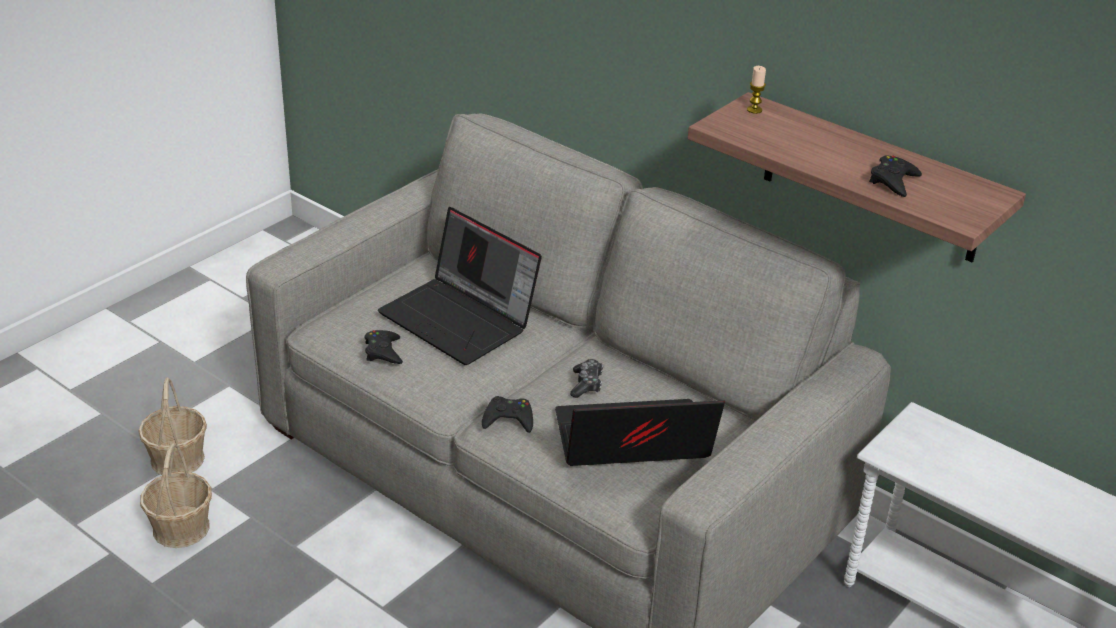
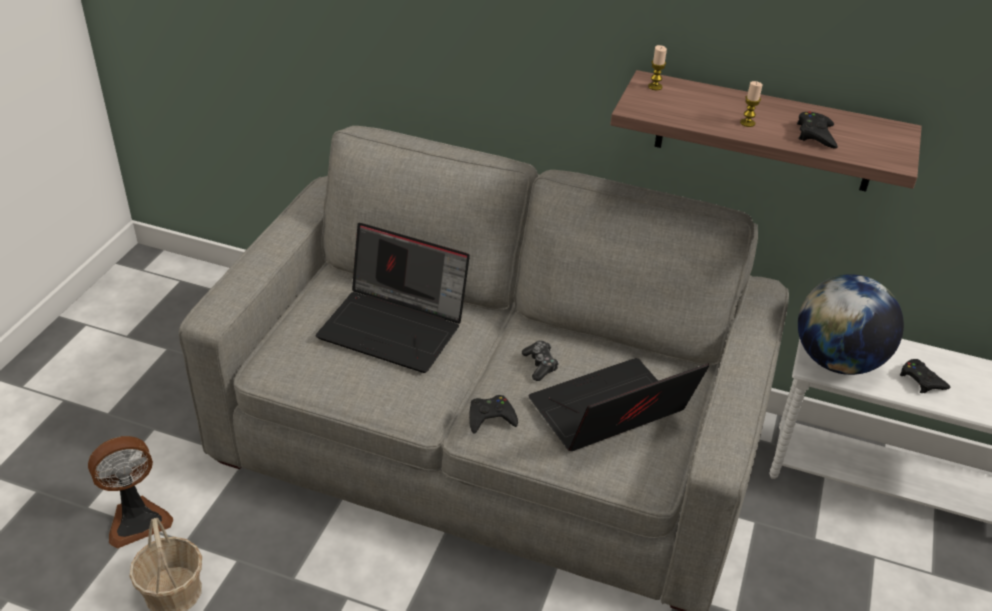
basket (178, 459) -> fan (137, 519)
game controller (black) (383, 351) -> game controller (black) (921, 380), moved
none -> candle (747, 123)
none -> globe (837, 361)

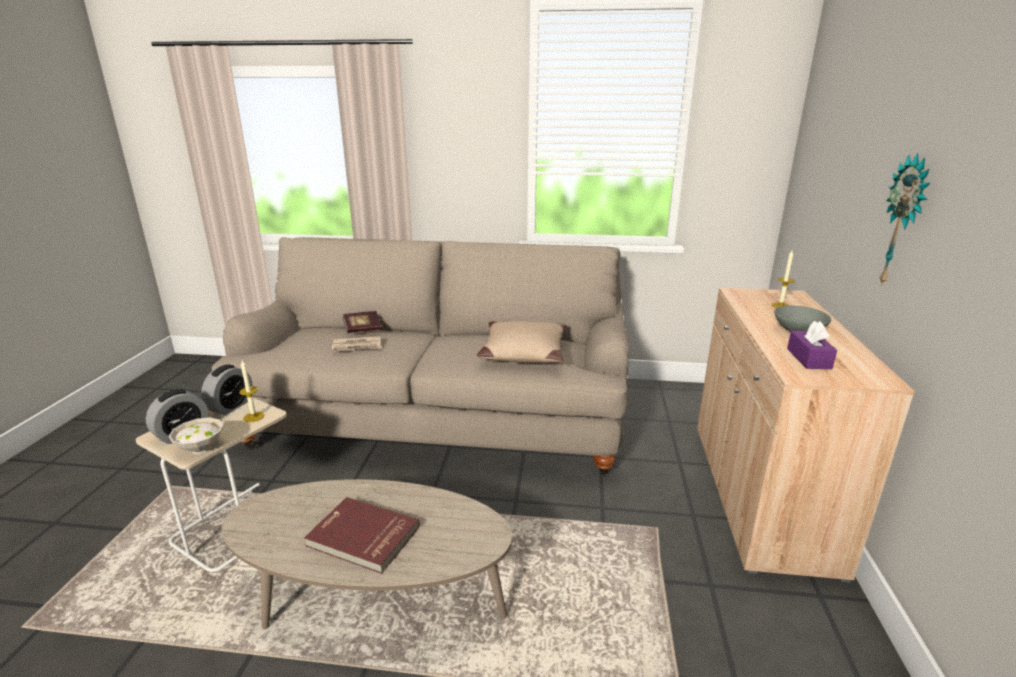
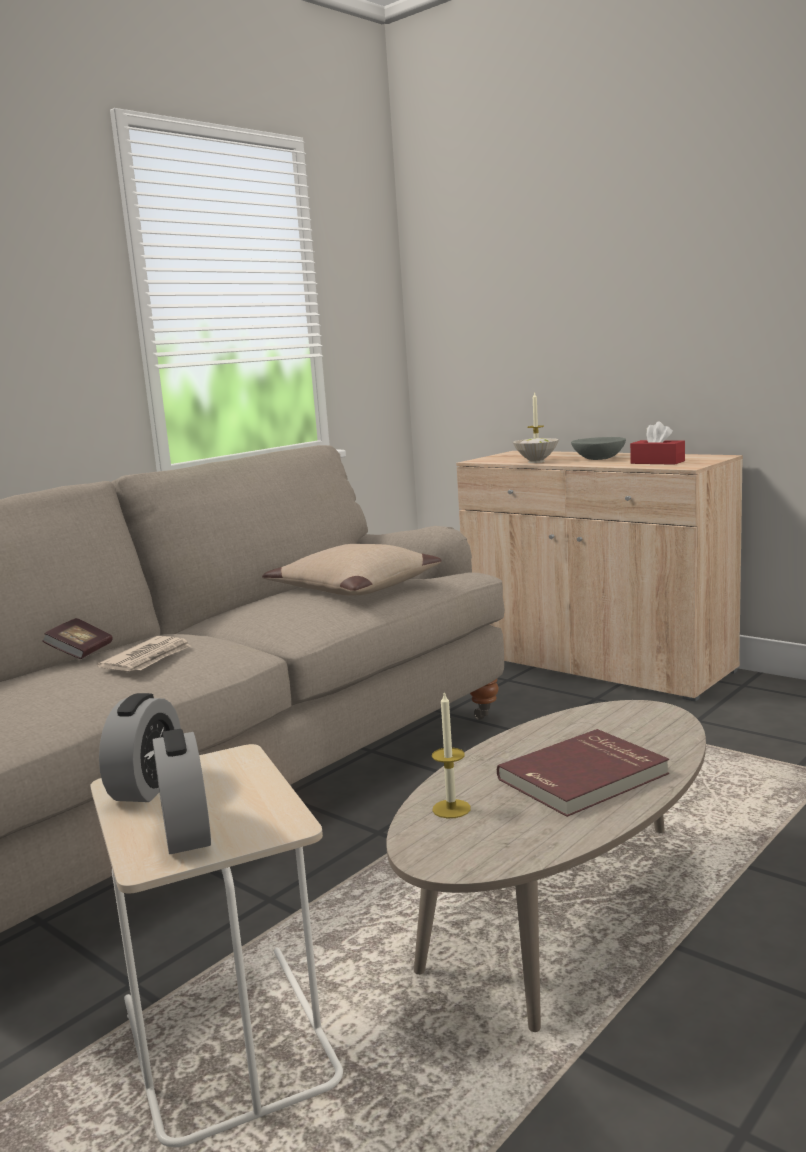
bowl (white) (200, 449) -> bowl (white) (537, 462), moved
alarm clock (231, 406) -> alarm clock (147, 786), 45 degrees clockwise
candle (253, 417) -> candle (451, 809), moved
tissue box (purple) (808, 358) -> tissue box (red) (657, 462)
wall clock (904, 222) -> none

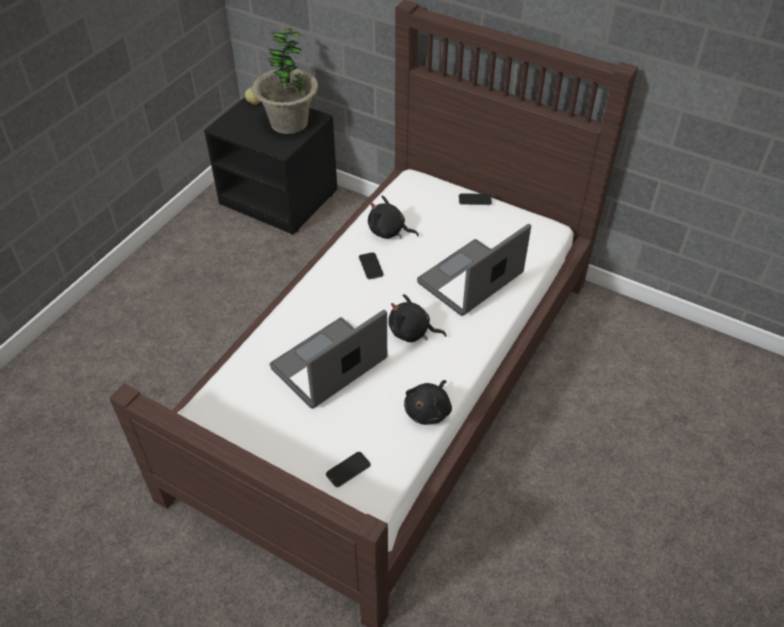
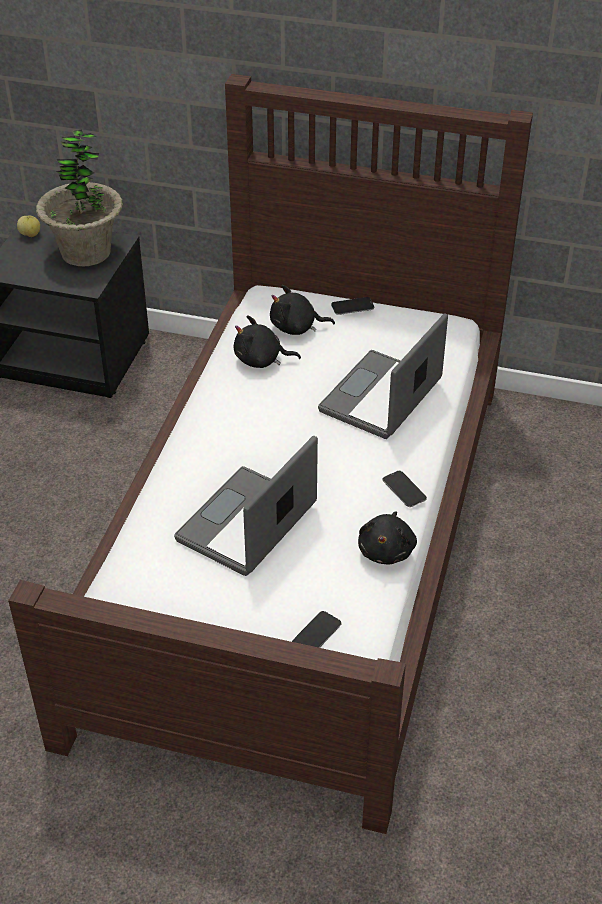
phone (371, 266) -> phone (404, 489), moved
plush toy (black) (412, 332) -> plush toy (black) (296, 327), moved

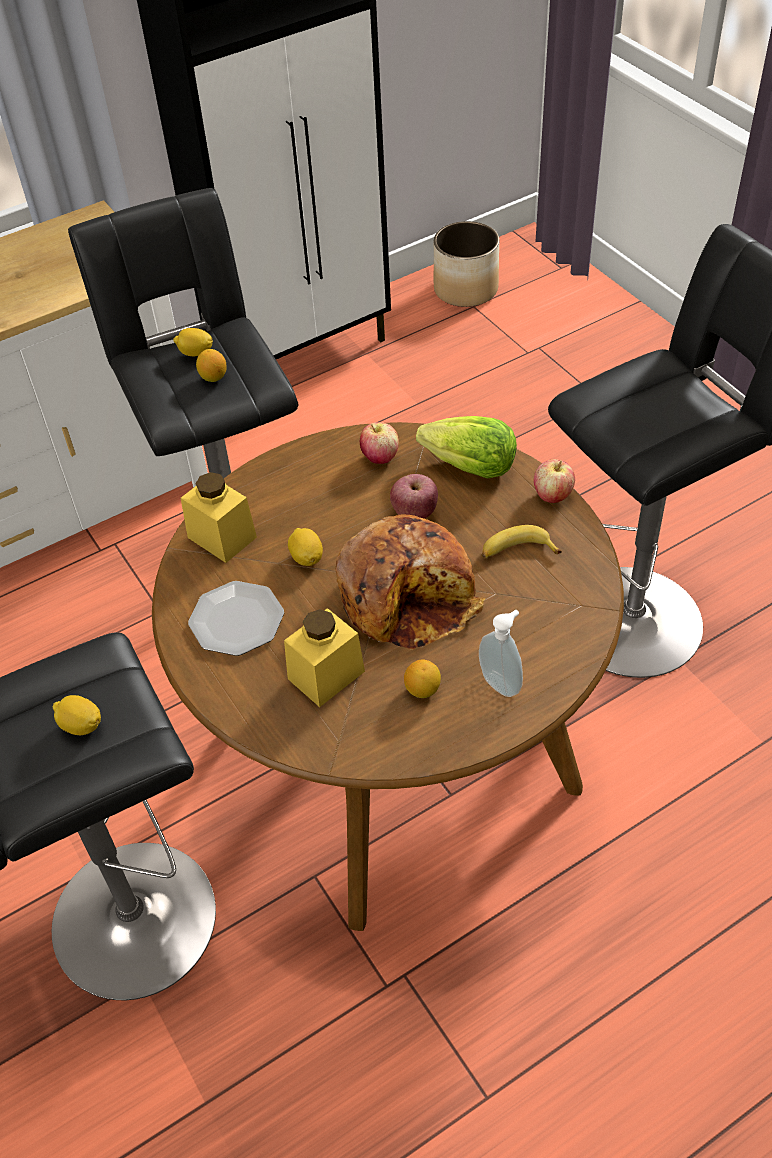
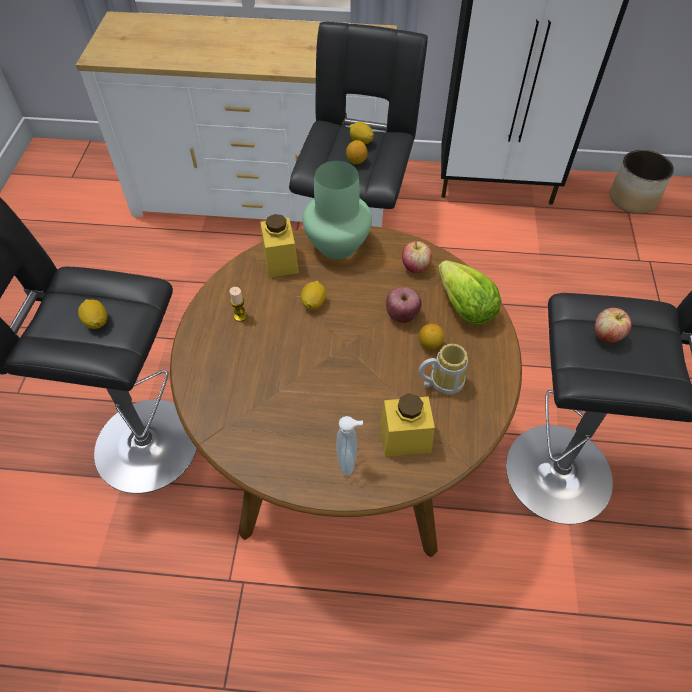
plate (236, 621) -> candle (240, 316)
jar (yellow) (326, 675) -> jar (yellow) (405, 437), moved
bread (408, 596) -> none
lemon (423, 689) -> lemon (430, 344), moved
banana (516, 551) -> mug (441, 381)
apple (552, 495) -> apple (606, 335), moved
none -> vase (green) (336, 244)

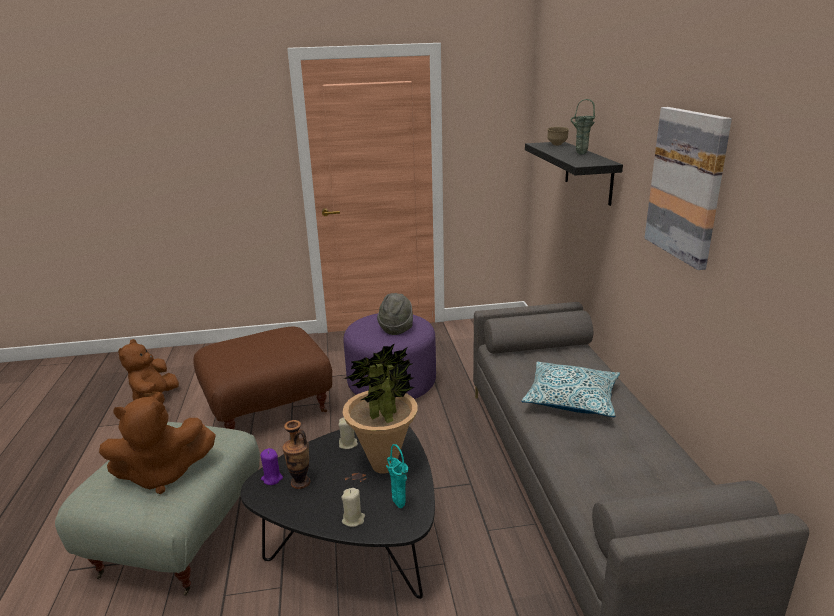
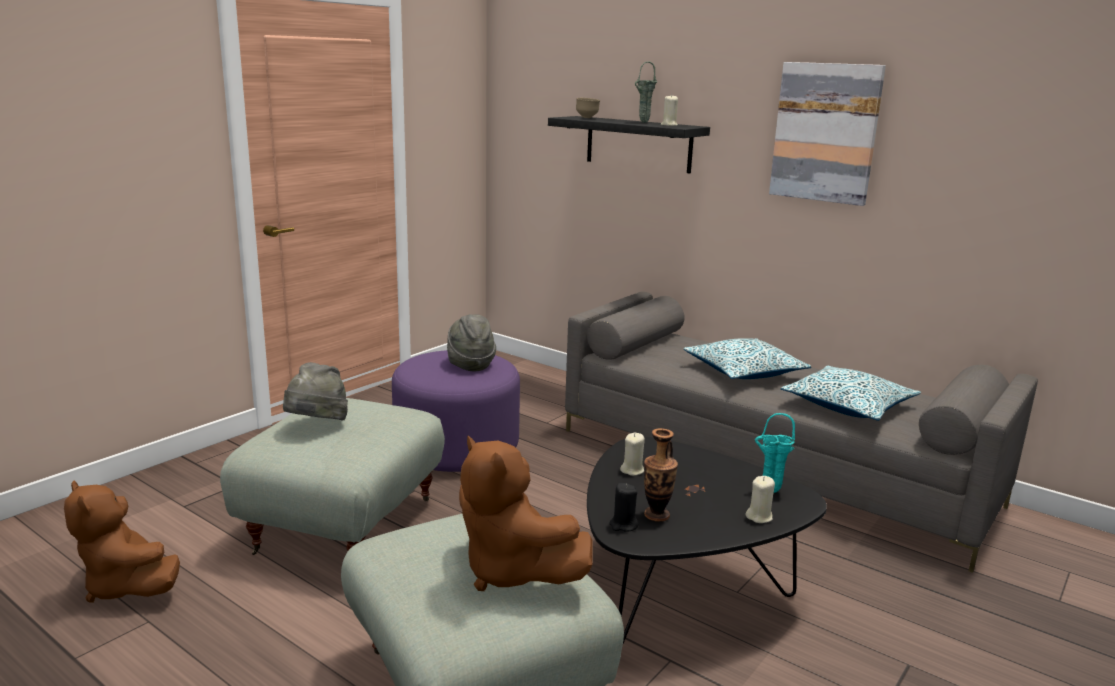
plush toy (brown) (162, 475) -> plush toy (brown) (512, 572), 105 degrees clockwise
ottoman (brown) (268, 408) -> ottoman (grey) (342, 525)
candle (purple) (272, 478) -> candle (black) (623, 525)
potted plant (384, 465) -> none
none -> hat (grey) (317, 426)
none -> candle (beige) (669, 125)
none -> pillow (848, 406)

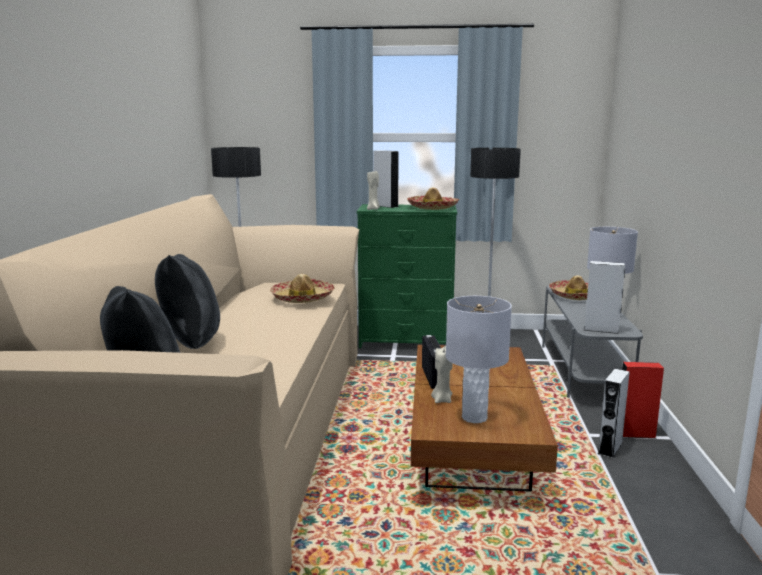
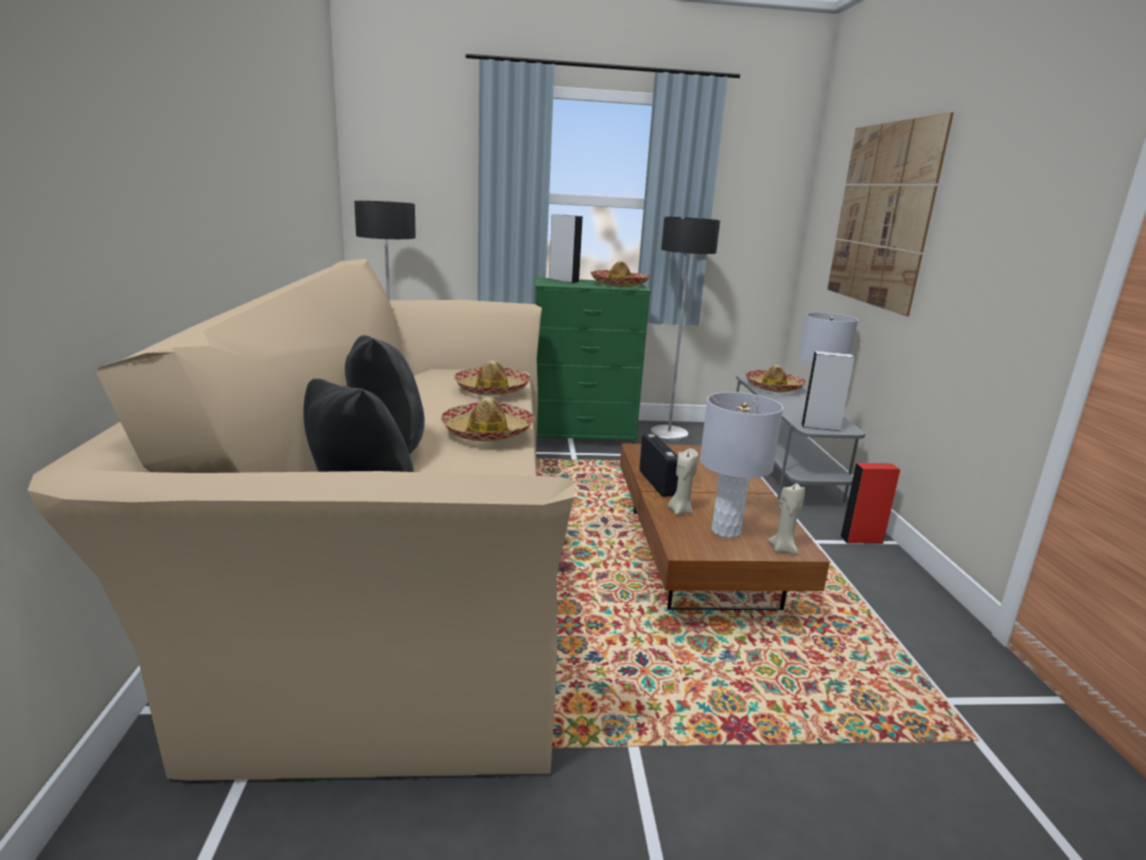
candle (beige) (373, 209) -> candle (beige) (783, 548), moved
speaker (grey) (610, 448) -> none
none -> hat (487, 432)
none -> picture (882, 215)

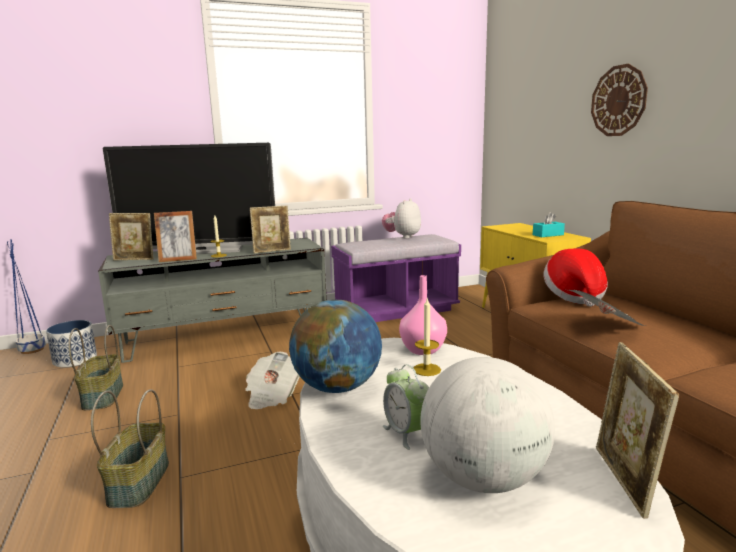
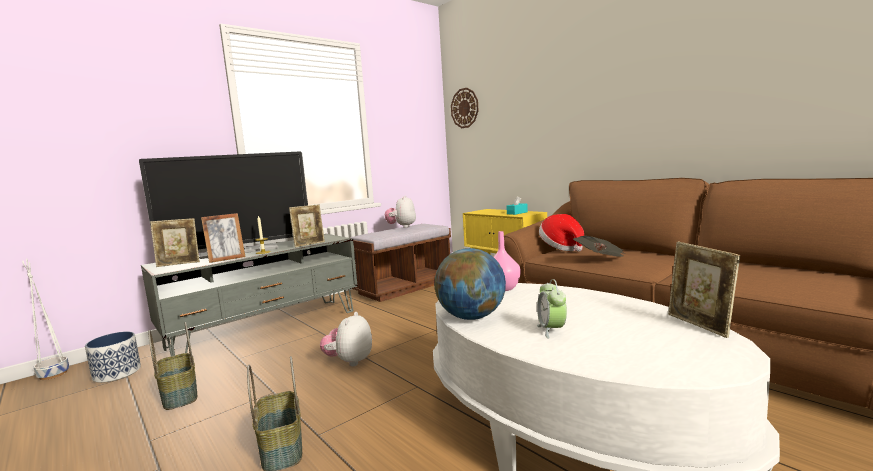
planter (blue) (32, 349) -> planter (white) (53, 374)
newspaper (272, 395) -> plush toy (349, 361)
bench (purple) (396, 310) -> bench (brown) (404, 287)
alarm clock (406, 433) -> alarm clock (551, 330), 45 degrees clockwise
candle (426, 369) -> none
globe (483, 479) -> none
wall clock (618, 101) -> wall clock (464, 108), moved

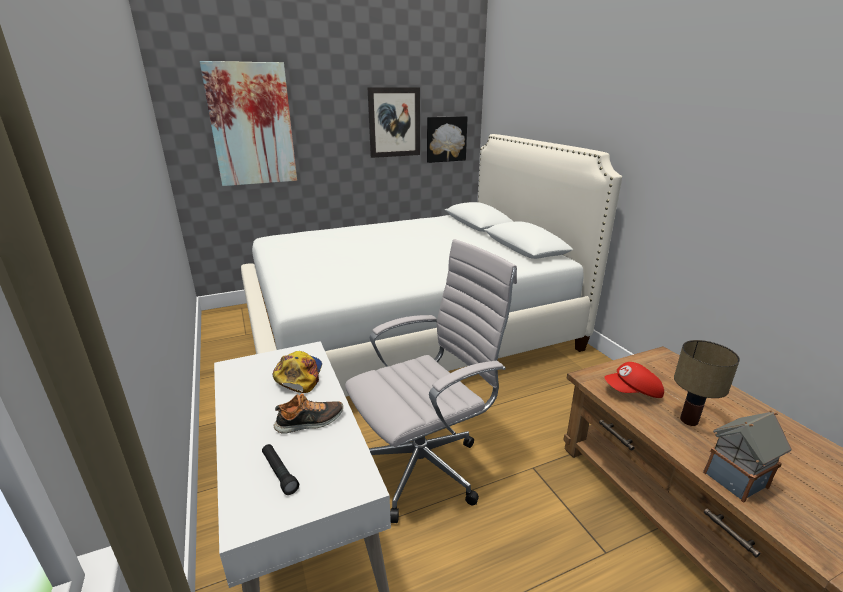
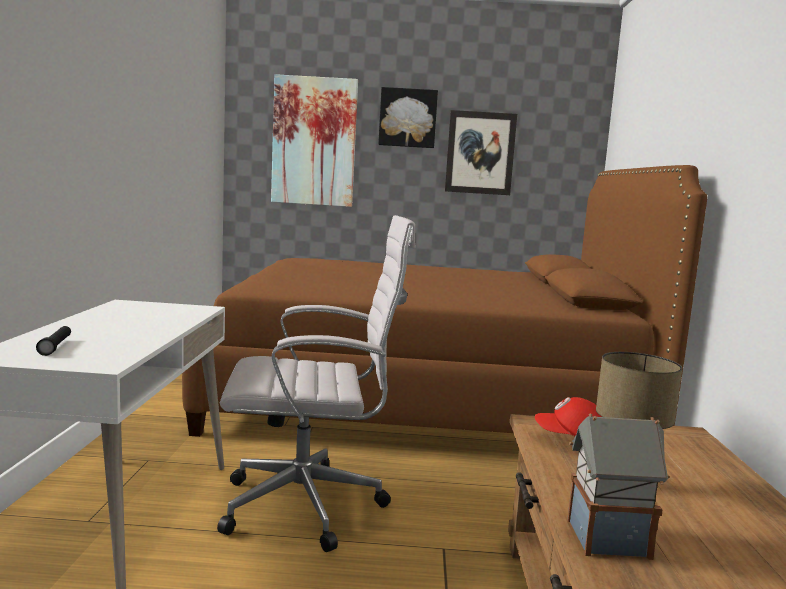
bed (white) (408, 331) -> bed (brown) (424, 398)
cap (298, 375) -> none
shoe (310, 422) -> none
picture (446, 139) -> picture (407, 118), moved

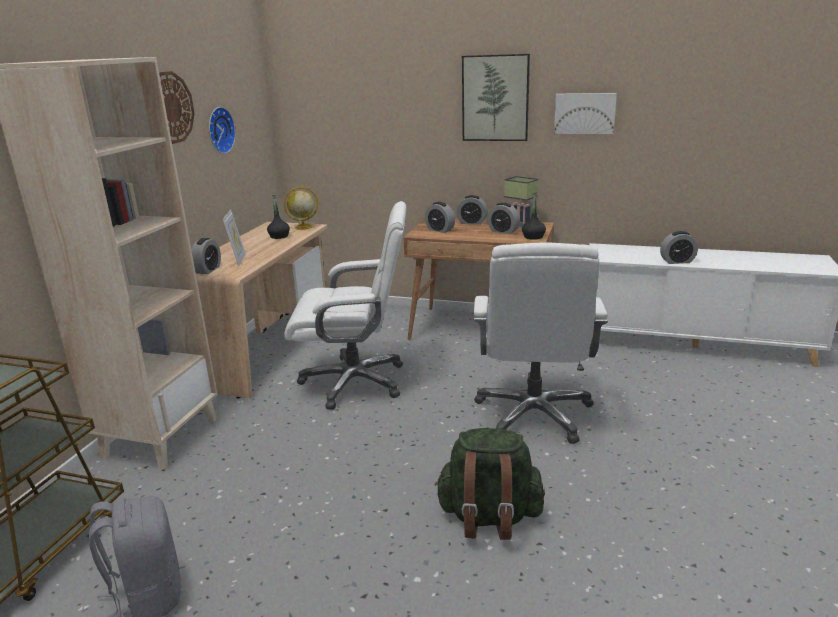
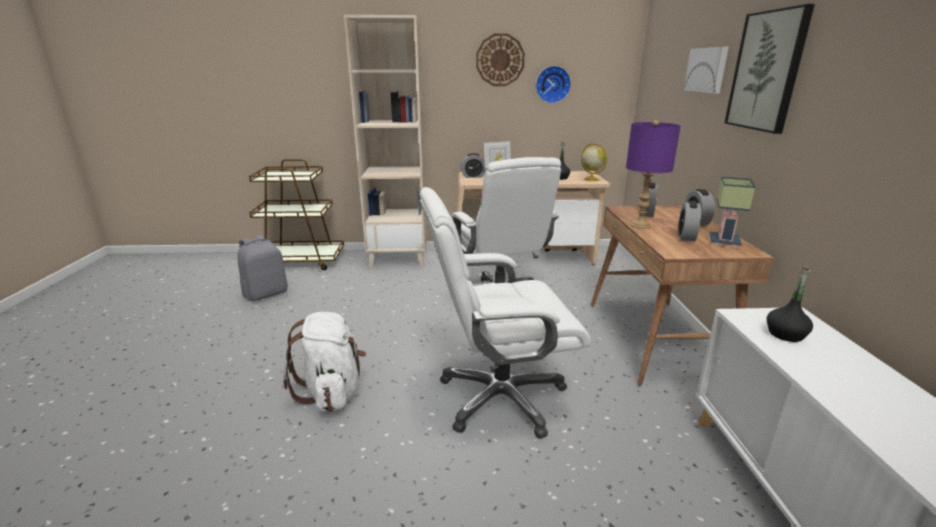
backpack (green) (489, 517) -> backpack (white) (332, 392)
bottle (black) (533, 237) -> bottle (black) (785, 334), moved
picture (584, 113) -> picture (707, 70), moved
alarm clock (677, 261) -> none
none -> table lamp (purple) (640, 225)

